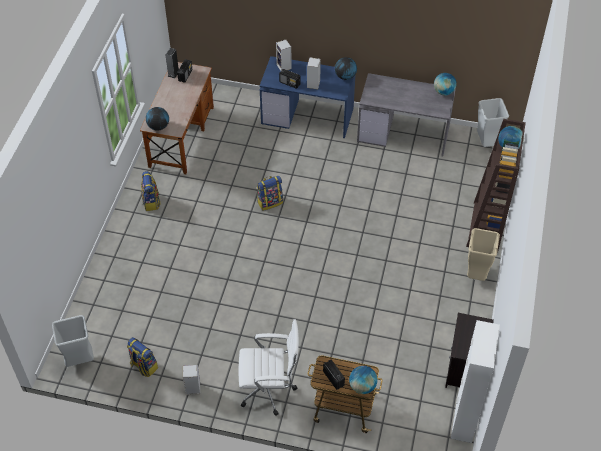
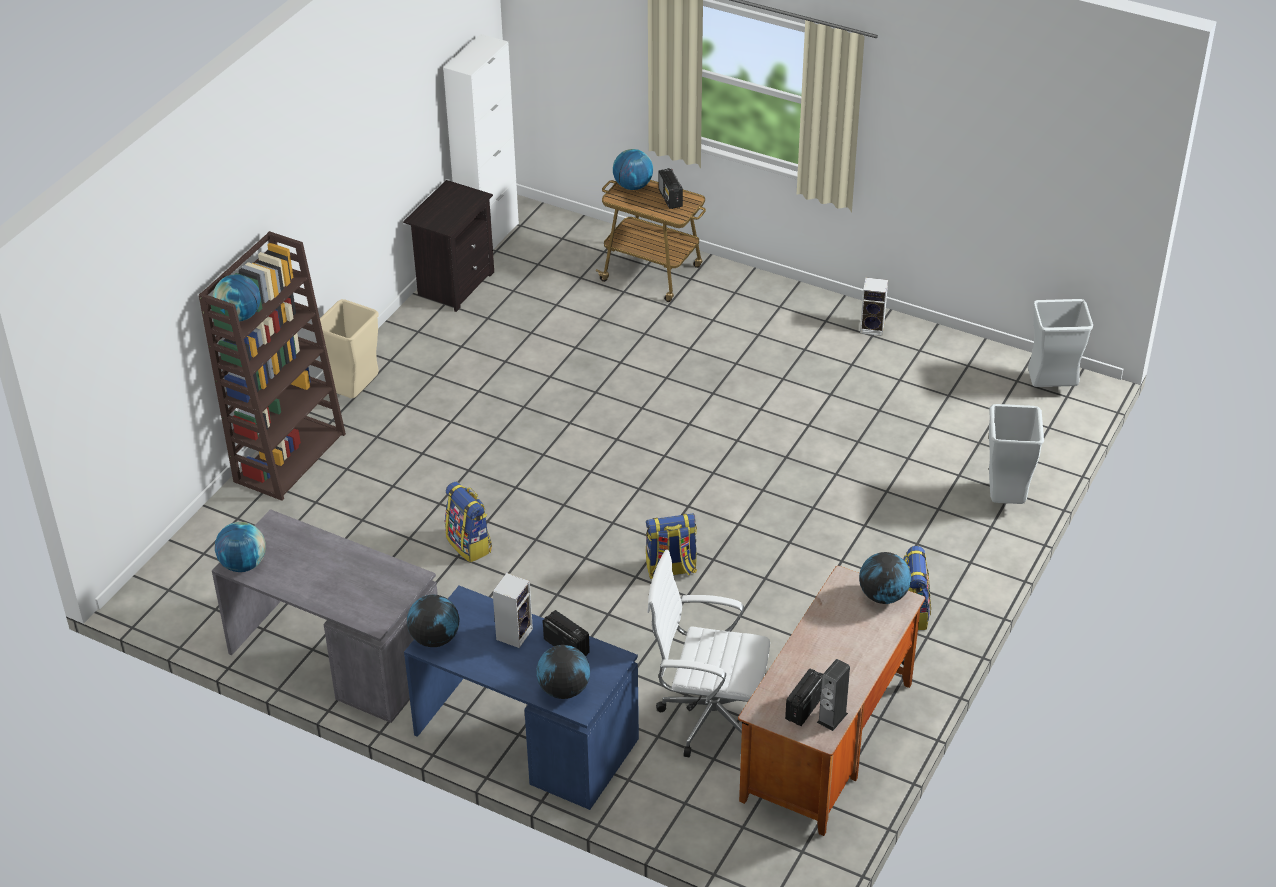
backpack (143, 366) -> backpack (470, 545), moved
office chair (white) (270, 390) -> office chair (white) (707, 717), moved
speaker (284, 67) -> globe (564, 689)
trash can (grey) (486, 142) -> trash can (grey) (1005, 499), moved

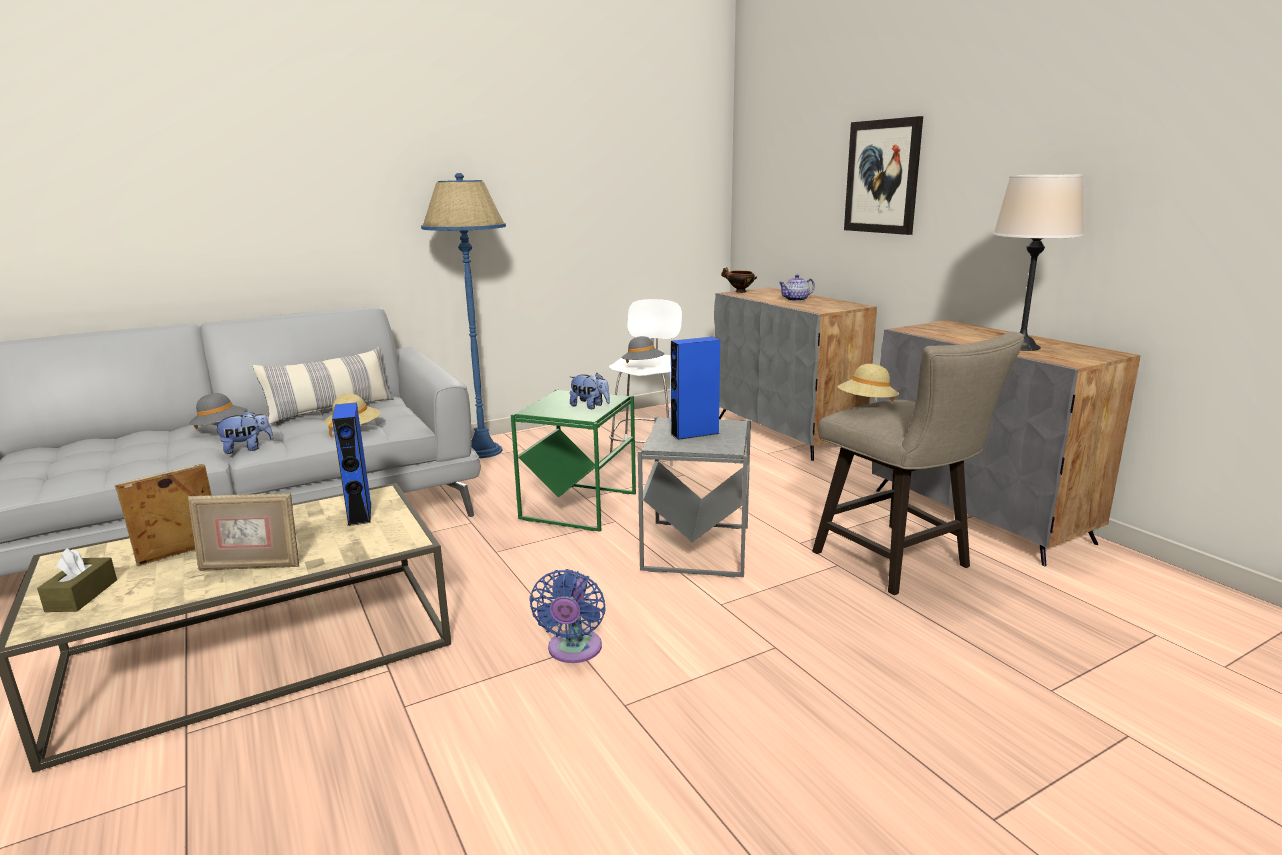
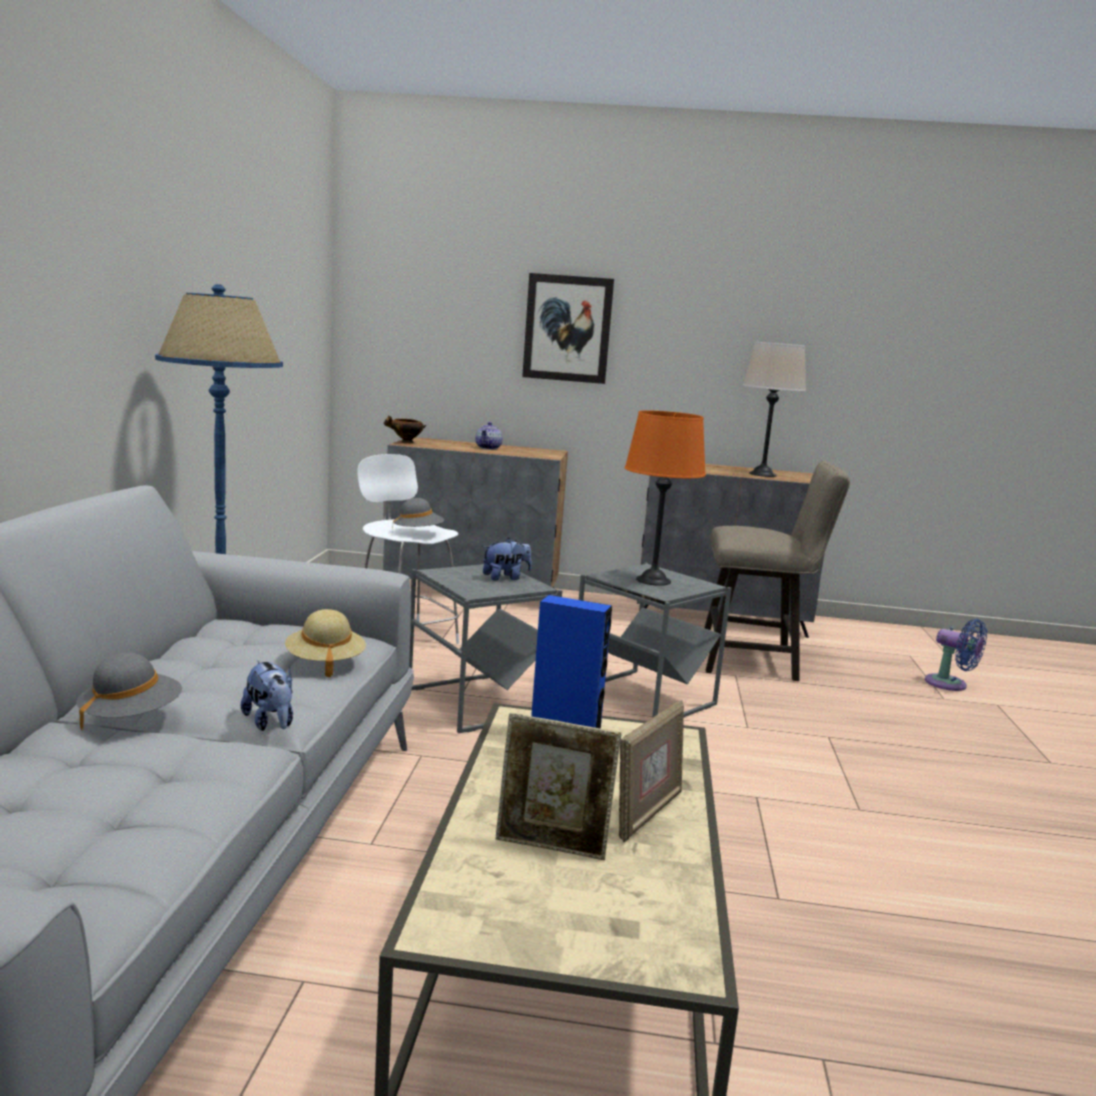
tissue box (brown) (82, 595) -> none
picture frame (180, 555) -> picture frame (552, 847), 75 degrees counterclockwise
plush toy (247, 449) -> plush toy (270, 723), 135 degrees clockwise
pillow (331, 410) -> none
side table (green) (580, 506) -> side table (grey) (478, 702)
fan (blue) (573, 651) -> fan (blue) (950, 685), moved
speaker (blue) (694, 434) -> table lamp (orange) (653, 580)
hat (beige) (866, 404) -> none

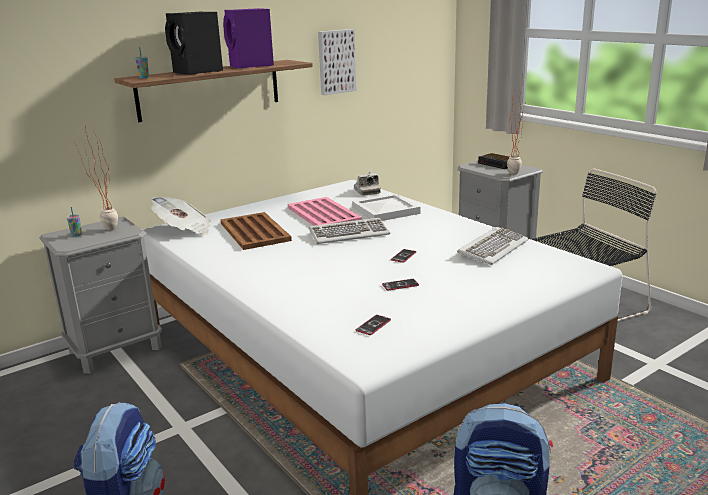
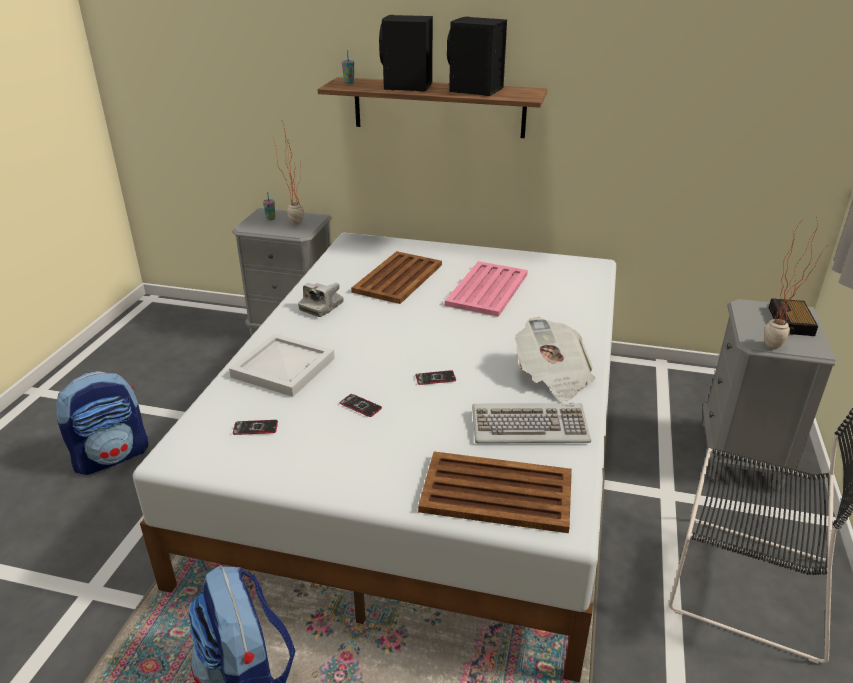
newspaper (184, 230) -> newspaper (553, 377), moved
speaker (purple) (251, 66) -> speaker (black) (475, 90)
keyboard (349, 234) -> none
picture (336, 61) -> none
tray (white) (386, 210) -> tray (white) (285, 367), moved
photo camera (367, 191) -> photo camera (321, 307), moved
none -> tray (brown) (495, 492)

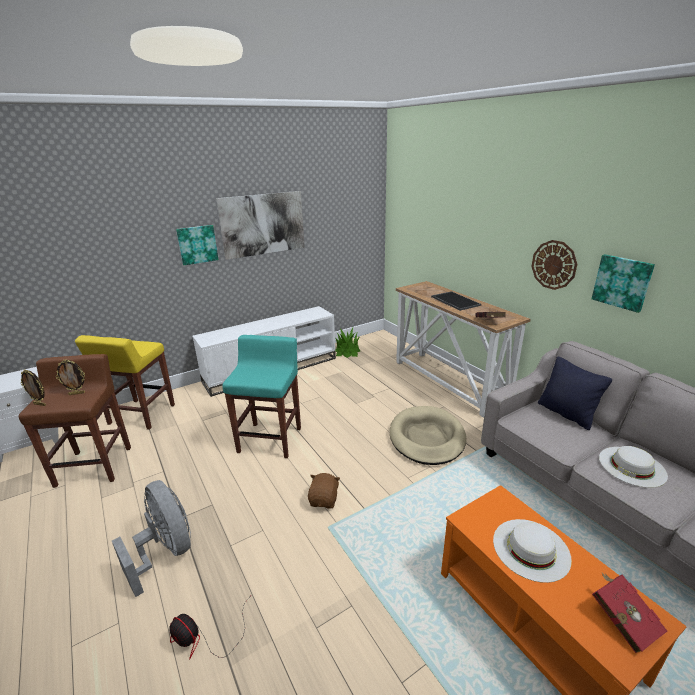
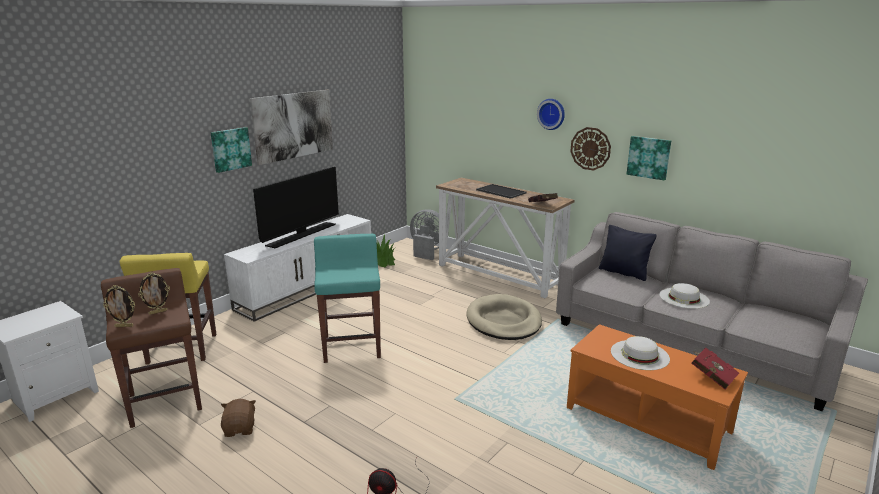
fan (grey) (166, 551) -> fan (grey) (427, 251), moved
plush toy (brown) (324, 500) -> plush toy (brown) (240, 429), moved
none -> television (301, 235)
none -> wall clock (551, 114)

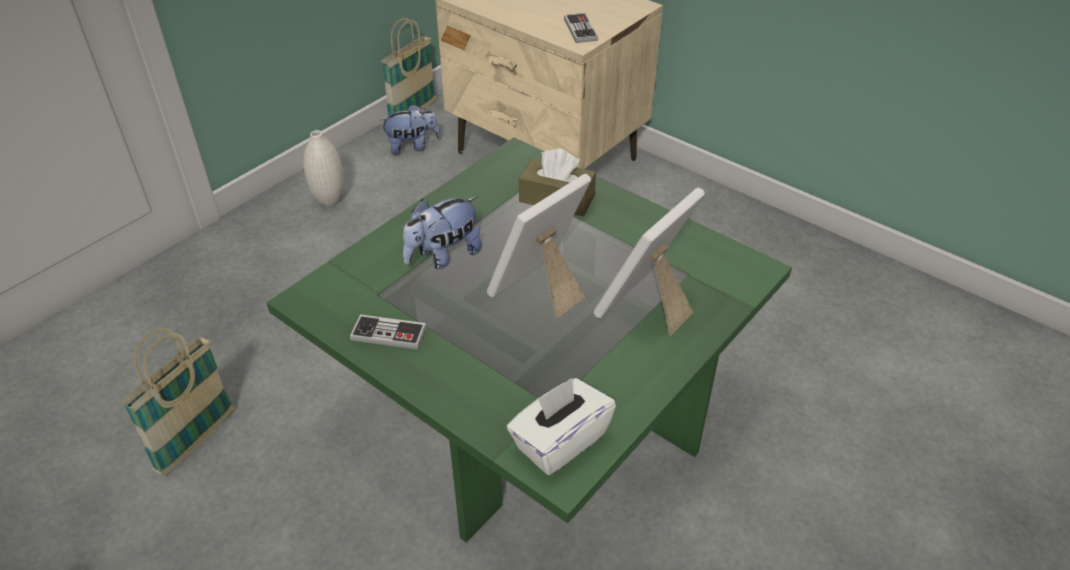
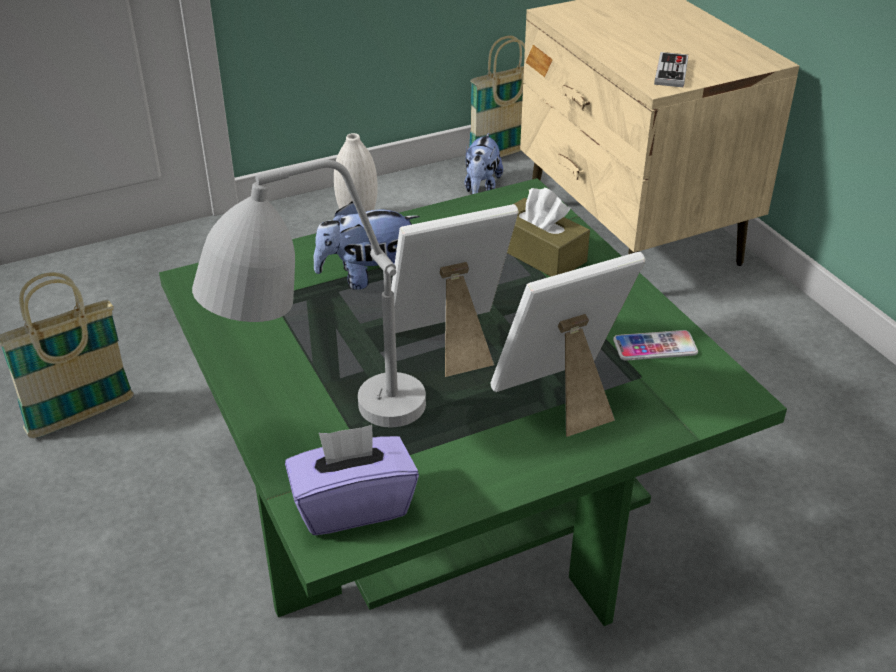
game controller (389, 334) -> none
plush toy (412, 146) -> plush toy (481, 187), 90 degrees clockwise
tissue box (white) (559, 441) -> tissue box (purple) (353, 505)
none -> table lamp (grey) (319, 423)
none -> phone (655, 347)

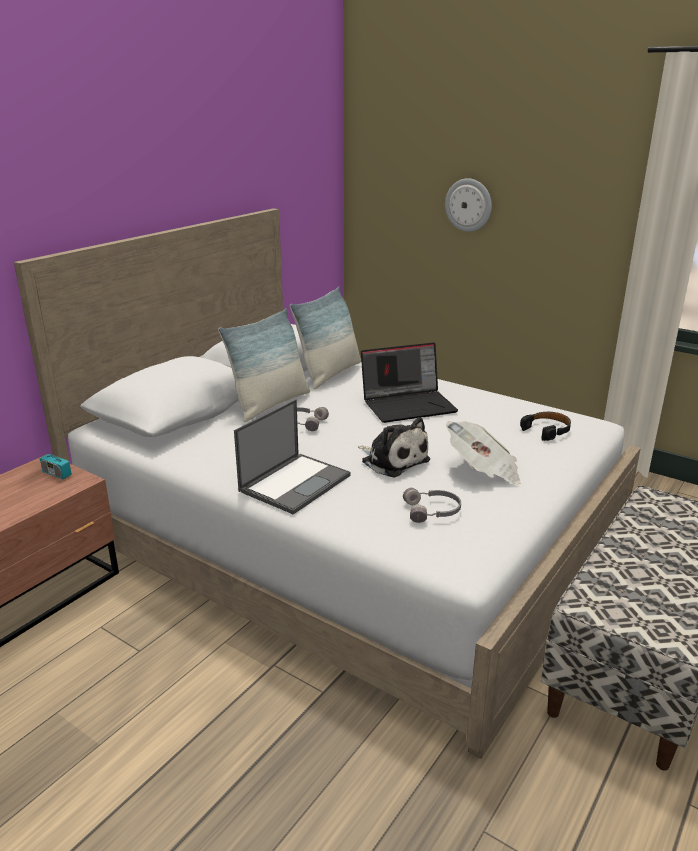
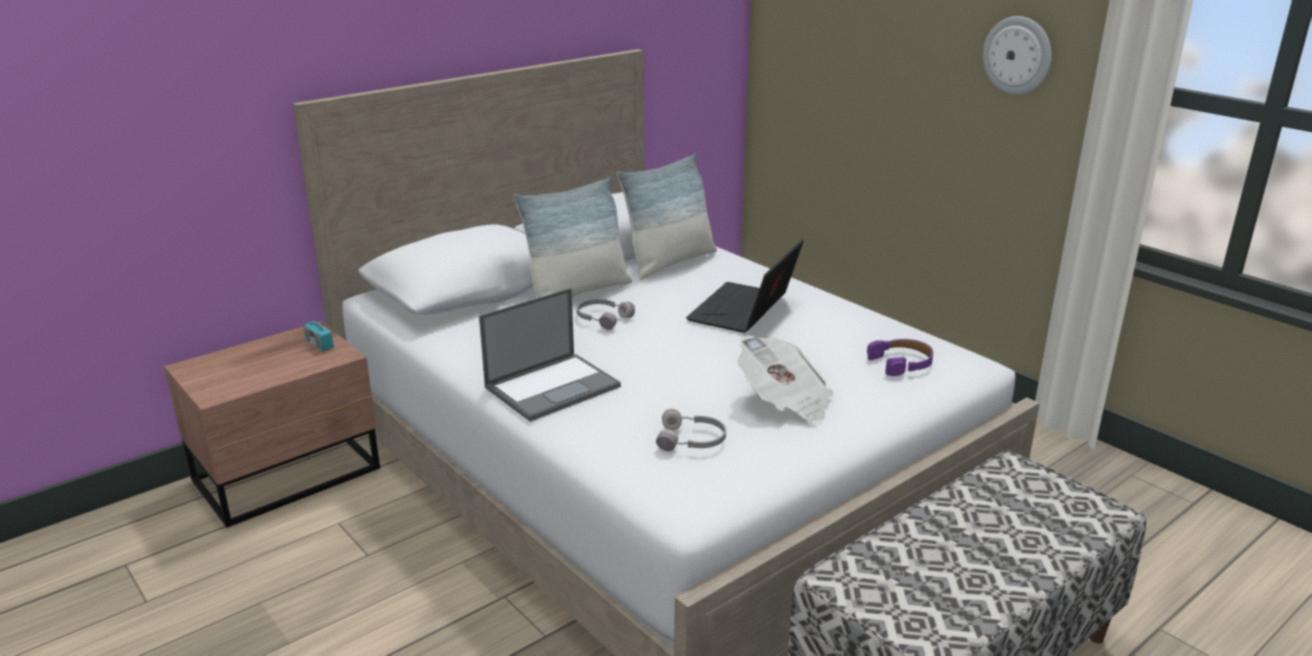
plush toy (393, 460) -> none
laptop (409, 405) -> laptop (744, 311), 120 degrees clockwise
wall clock (468, 205) -> wall clock (1018, 55), moved
headphones (black) (547, 430) -> headphones (purple) (902, 363)

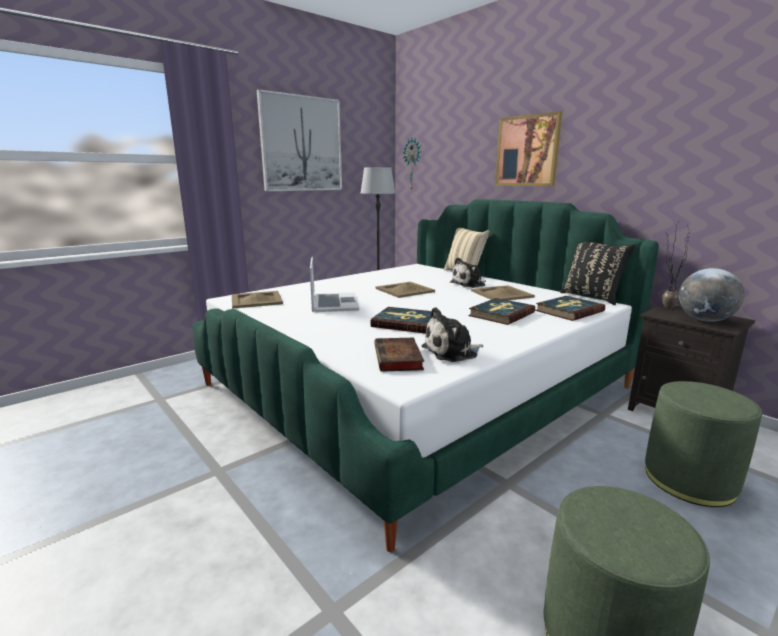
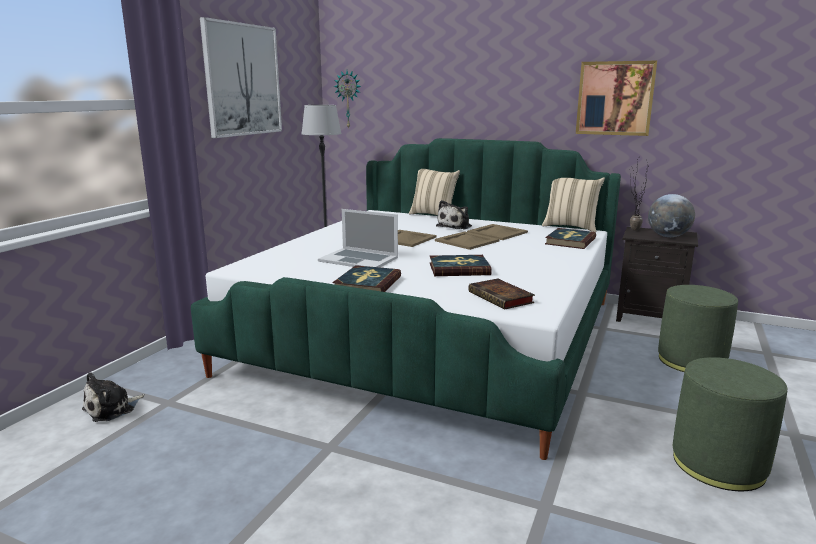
tray (beige) (256, 300) -> tray (beige) (466, 241), moved
laptop (334, 303) -> laptop (358, 259), 150 degrees clockwise
plush toy (452, 352) -> plush toy (112, 409), moved
book (501, 314) -> book (367, 284), moved
picture (527, 151) -> picture (615, 98), moved
pillow (black) (592, 297) -> pillow (beige) (571, 227)

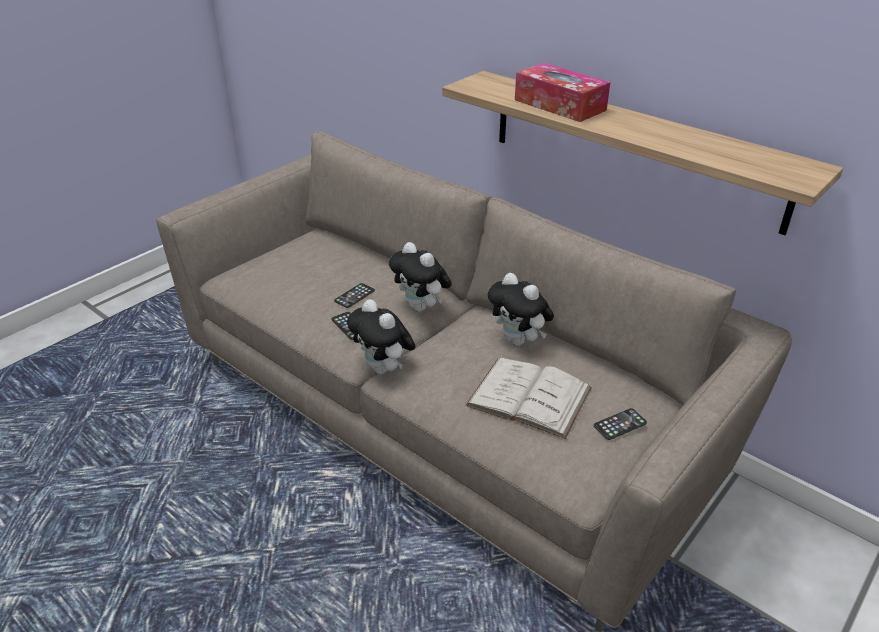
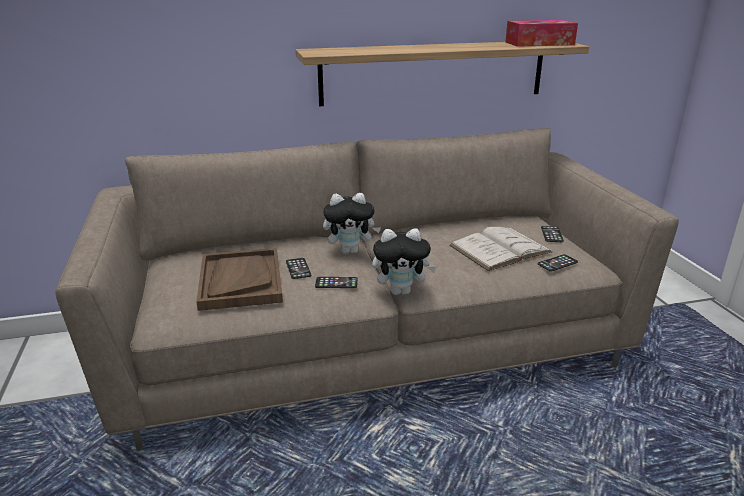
plush toy (519, 341) -> none
tissue box (559, 105) -> tissue box (539, 43), moved
none -> tray (brown) (240, 281)
none -> phone (557, 263)

